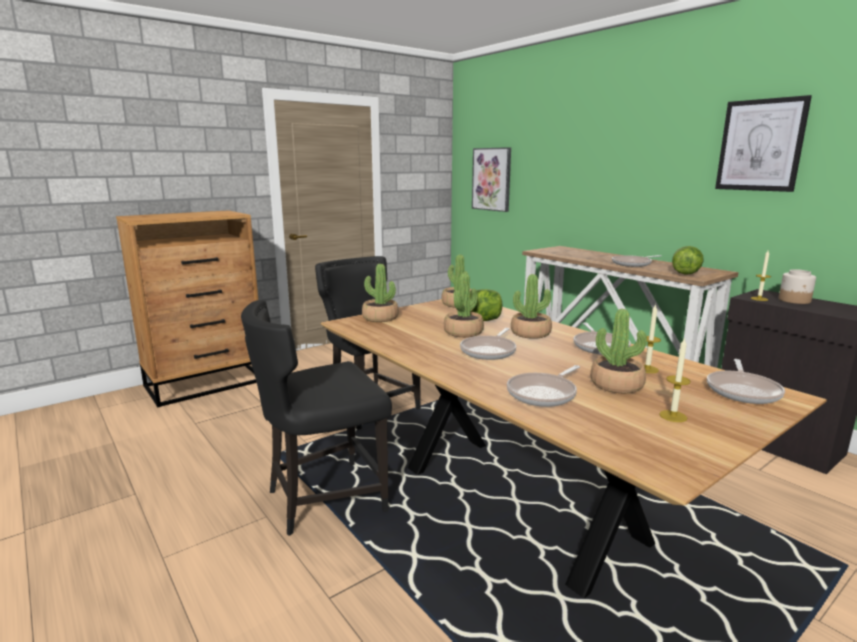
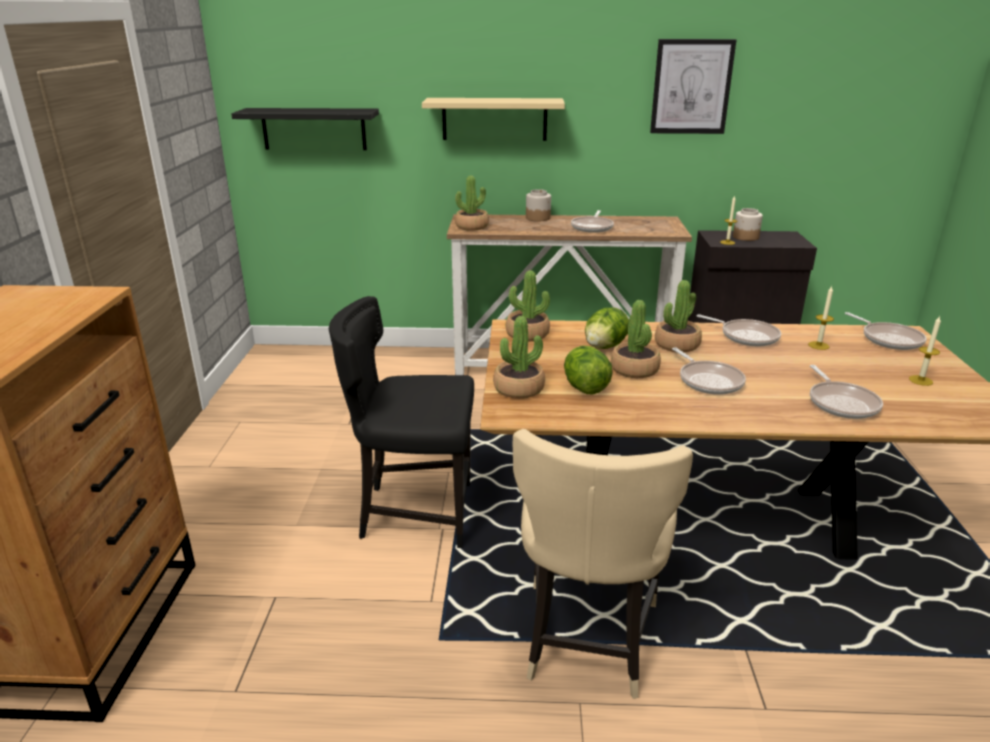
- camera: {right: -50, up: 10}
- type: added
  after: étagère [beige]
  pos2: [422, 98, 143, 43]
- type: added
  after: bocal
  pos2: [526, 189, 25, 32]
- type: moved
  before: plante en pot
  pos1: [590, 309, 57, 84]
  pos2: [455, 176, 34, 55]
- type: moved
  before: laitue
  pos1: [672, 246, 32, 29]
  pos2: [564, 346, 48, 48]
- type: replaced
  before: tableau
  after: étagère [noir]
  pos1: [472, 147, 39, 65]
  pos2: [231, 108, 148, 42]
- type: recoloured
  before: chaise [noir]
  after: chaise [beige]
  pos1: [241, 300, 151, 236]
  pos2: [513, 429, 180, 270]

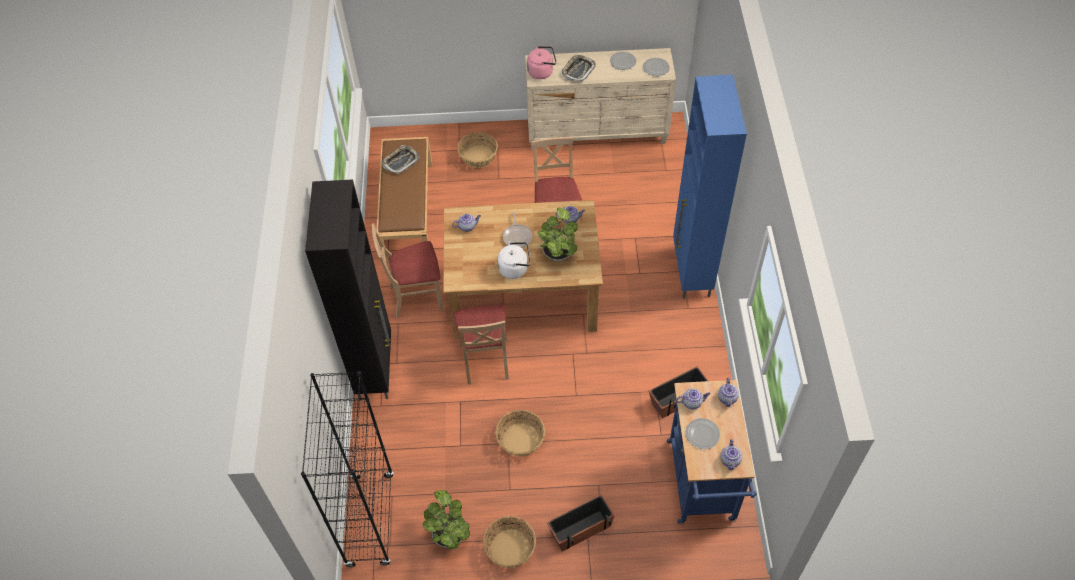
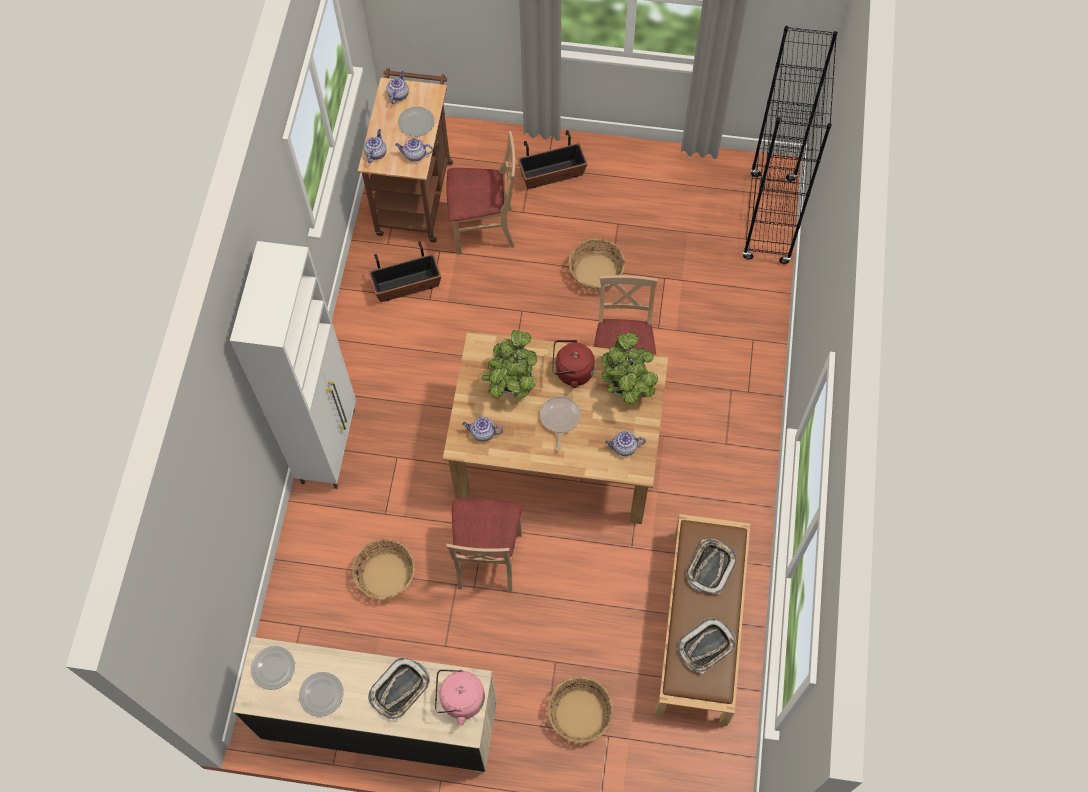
- camera: {right: -170, up: 10}
- type: removed
  before: meuble de rangement [noir]
  pos1: [305, 179, 86, 222]
- type: added
  after: plateau
  pos2: [686, 539, 51, 55]
- type: moved
  before: chaise [beige]
  pos1: [372, 223, 72, 95]
  pos2: [446, 131, 69, 124]
- type: moved
  before: plante en pot
  pos1: [423, 490, 47, 59]
  pos2: [602, 333, 56, 71]
- type: moved
  before: panier
  pos1: [483, 516, 53, 52]
  pos2: [352, 539, 63, 61]
- type: recoloured
  before: bouilloire [blanc]
  after: bouilloire [rouge]
  pos1: [497, 241, 34, 38]
  pos2: [552, 340, 43, 48]
- type: recoloured
  before: chariot [bleu]
  after: chariot [marron]
  pos1: [667, 380, 90, 145]
  pos2: [358, 68, 95, 175]
- type: recoloured
  before: meuble de rangement [bleu]
  after: meuble de rangement [blanc]
  pos1: [673, 75, 74, 224]
  pos2: [230, 241, 126, 248]

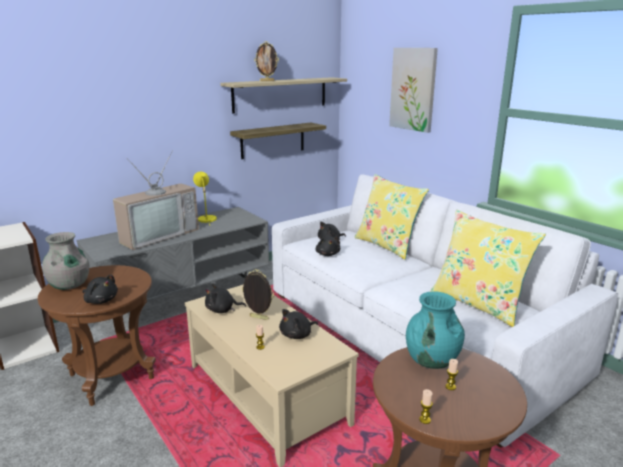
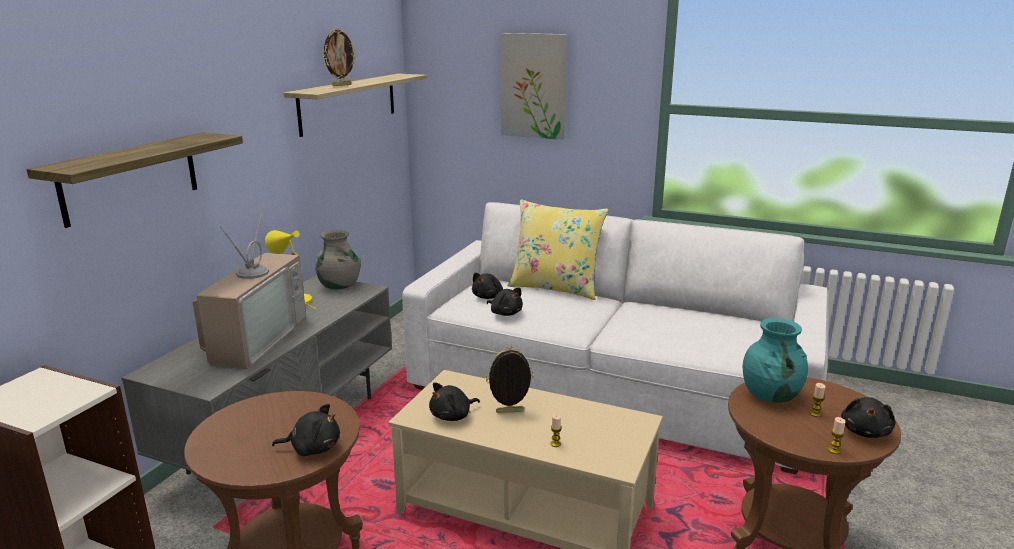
- camera: {right: -30, up: 0}
- type: removed
  before: coussin [jaune]
  pos1: [430, 210, 116, 117]
- type: moved
  before: vase [gris]
  pos1: [42, 232, 48, 58]
  pos2: [315, 230, 46, 60]
- type: moved
  before: étagère
  pos1: [230, 123, 96, 36]
  pos2: [27, 132, 216, 96]
- type: moved
  before: peluche [noir]
  pos1: [279, 309, 39, 30]
  pos2: [841, 397, 54, 41]

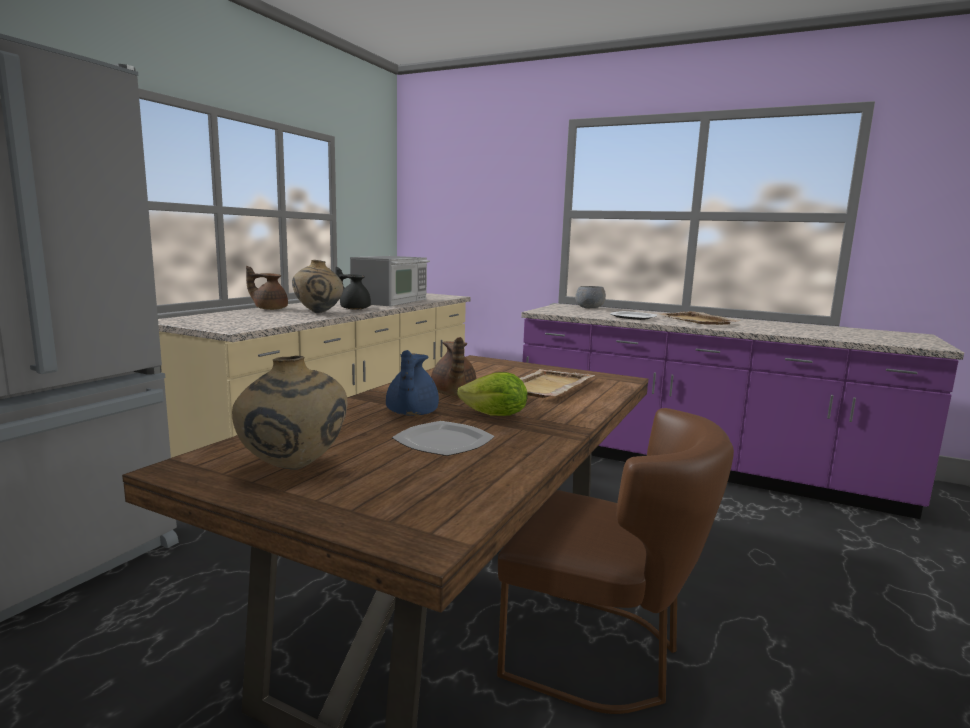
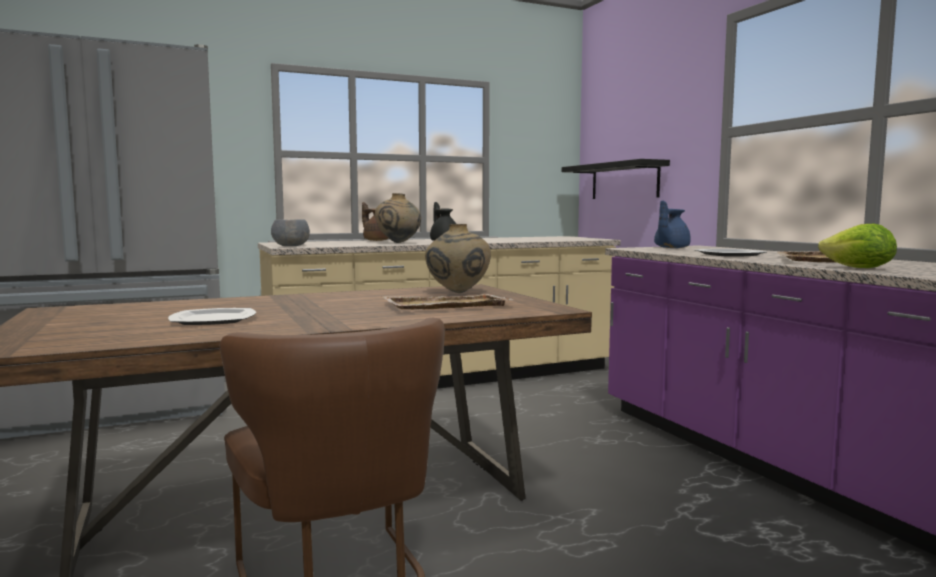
- camera: {right: 40, up: -5}
- type: removed
  before: micro-ondes
  pos1: [350, 256, 80, 50]
- type: removed
  before: théière [marron]
  pos1: [431, 337, 45, 58]
- type: added
  after: étagère [noir]
  pos2: [562, 159, 108, 40]
- type: moved
  before: vase [beige]
  pos1: [232, 356, 116, 114]
  pos2: [425, 224, 66, 69]
- type: moved
  before: théière [bleu]
  pos1: [386, 350, 53, 66]
  pos2: [654, 200, 37, 48]
- type: moved
  before: laitue
  pos1: [457, 372, 71, 44]
  pos2: [818, 224, 79, 44]
- type: moved
  before: bol [gris]
  pos1: [575, 286, 31, 22]
  pos2: [271, 219, 39, 27]

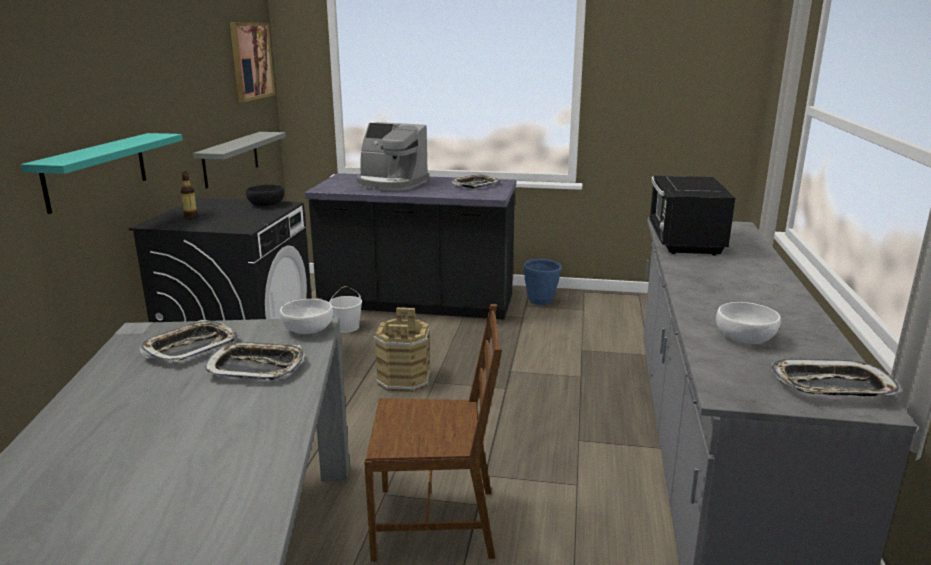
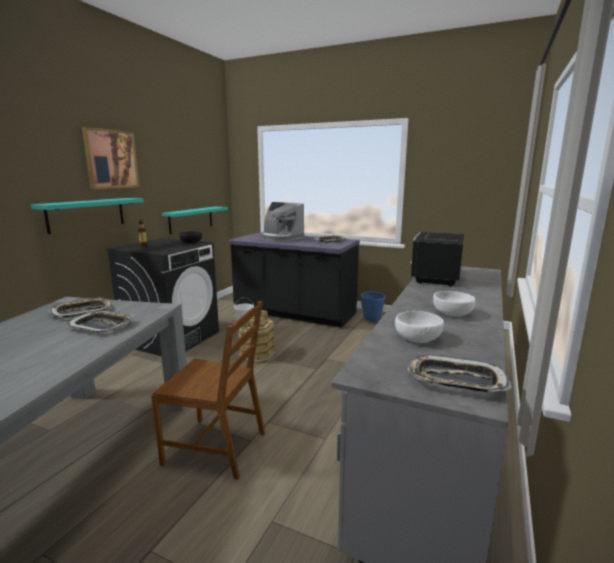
- camera: {right: 15, up: -5}
- type: moved
  before: tableau
  pos1: [230, 22, 45, 80]
  pos2: [82, 127, 58, 62]
- type: moved
  before: bol [blanc]
  pos1: [280, 299, 53, 35]
  pos2: [433, 291, 42, 25]
- type: recoloured
  before: étagère [gris]
  after: étagère [turquoise]
  pos1: [193, 132, 93, 57]
  pos2: [162, 207, 66, 27]

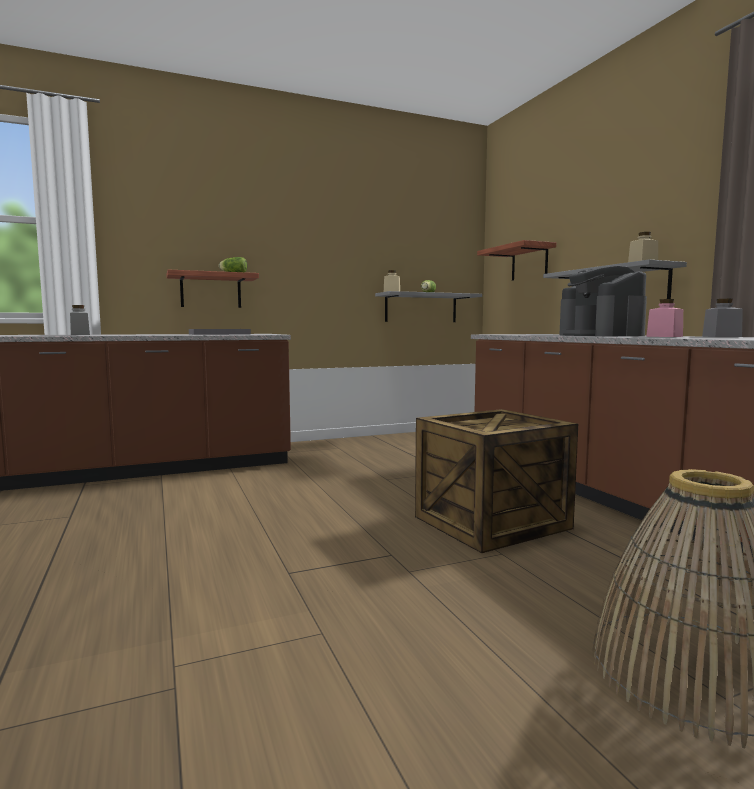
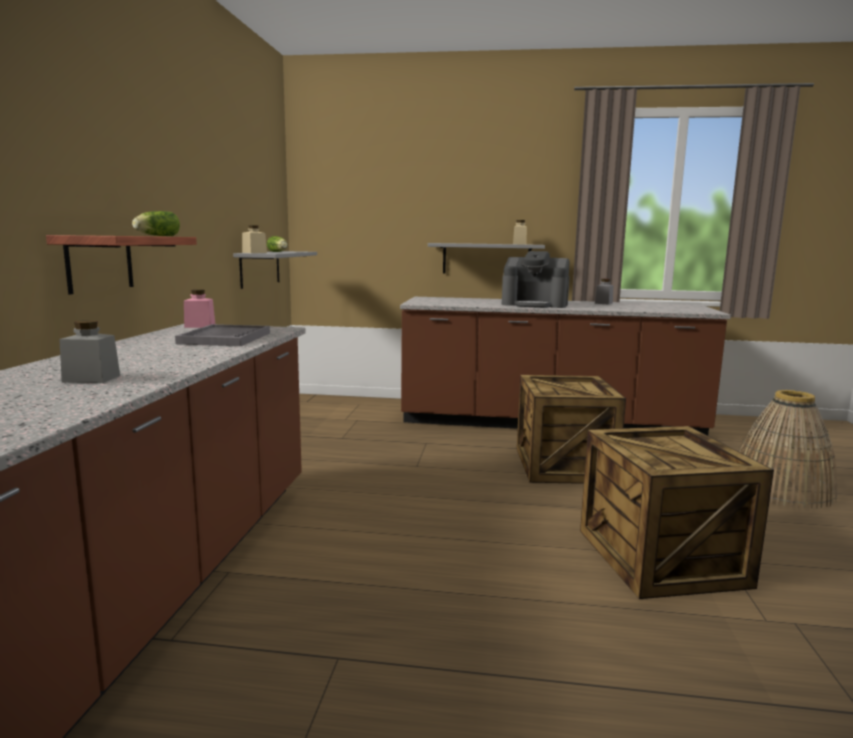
- camera: {right: -60, up: 5}
- type: removed
  before: étagère
  pos1: [477, 240, 79, 41]
- type: added
  after: caisse
  pos2: [580, 426, 194, 173]
- type: moved
  before: bocal [rose]
  pos1: [646, 299, 37, 38]
  pos2: [184, 290, 31, 38]

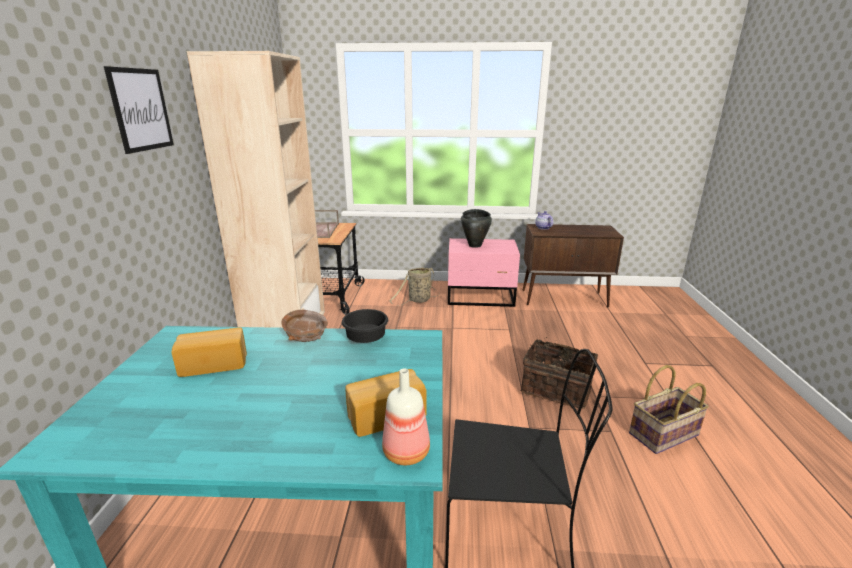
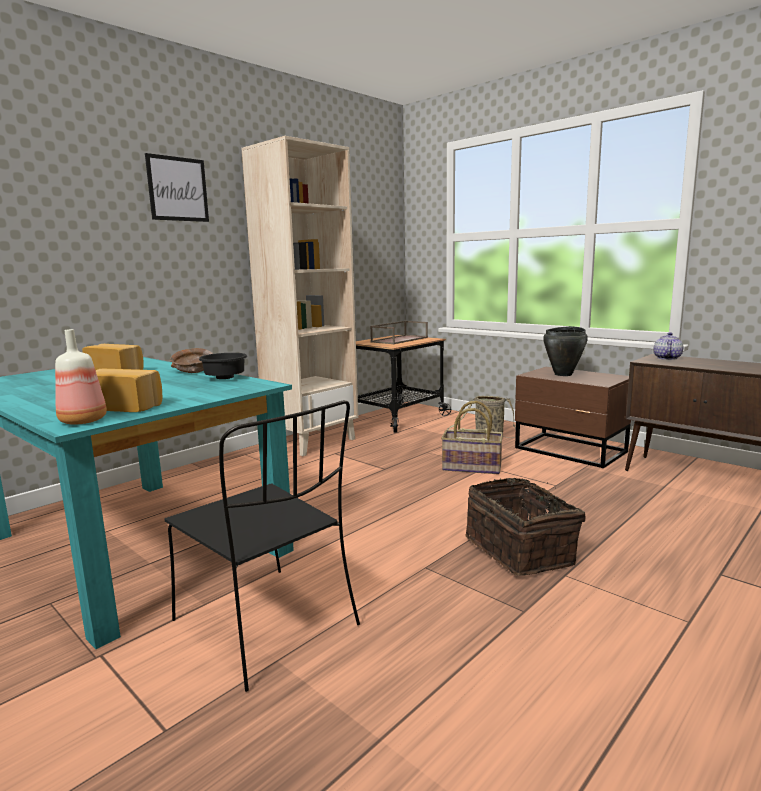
- camera: {right: 40, up: -10}
- type: moved
  before: panier
  pos1: [629, 365, 80, 89]
  pos2: [441, 401, 62, 73]
- type: recoloured
  before: table de chevet [rose]
  after: table de chevet [marron]
  pos1: [448, 238, 72, 69]
  pos2: [515, 367, 116, 101]

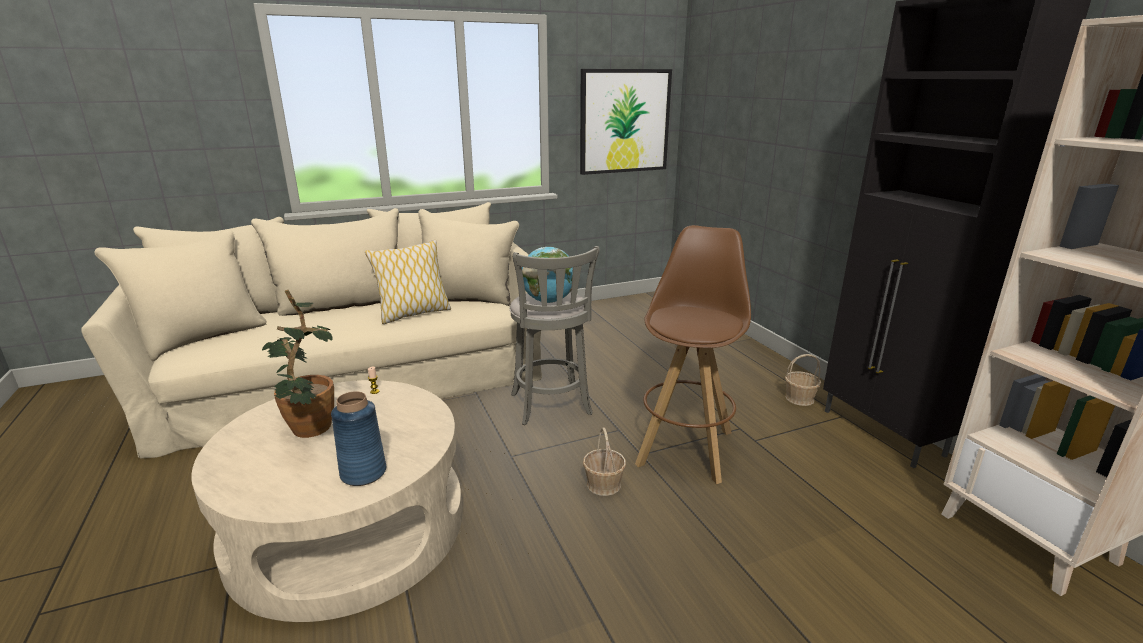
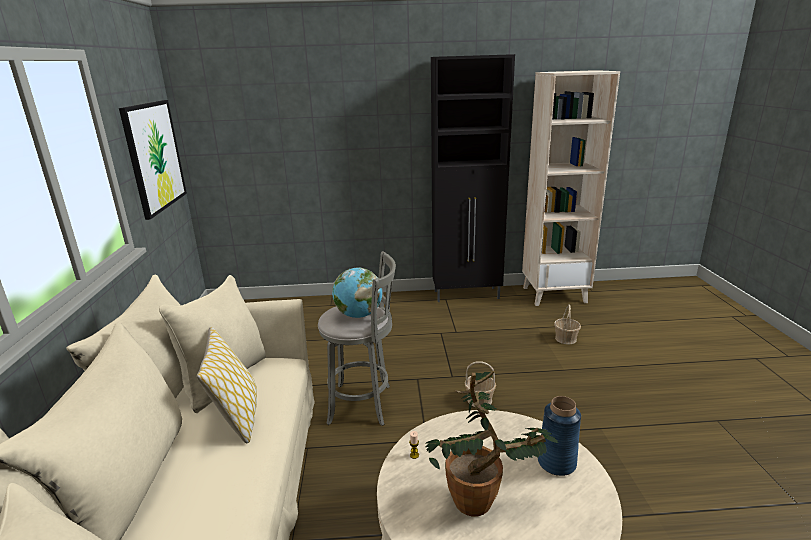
- camera: {right: -70, up: 0}
- type: removed
  before: tabouret [marron]
  pos1: [635, 225, 116, 259]
- type: moved
  before: panier
  pos1: [785, 354, 36, 52]
  pos2: [554, 304, 27, 40]

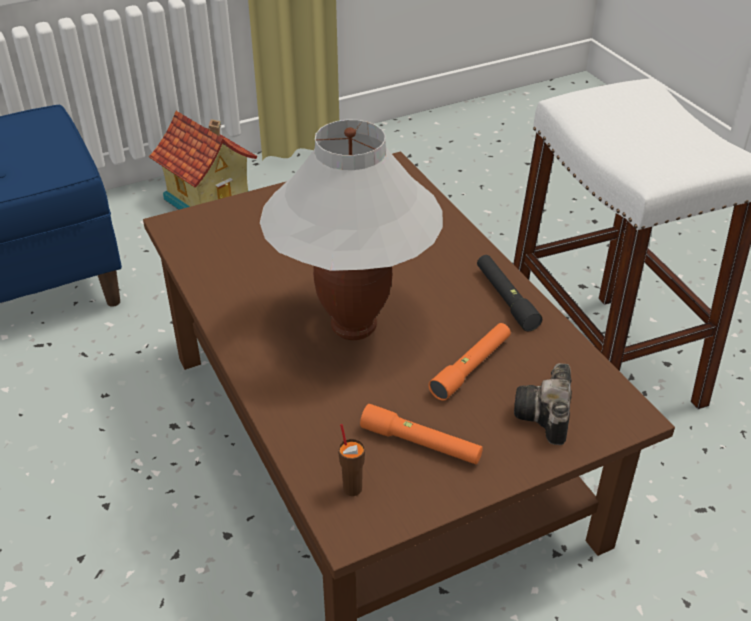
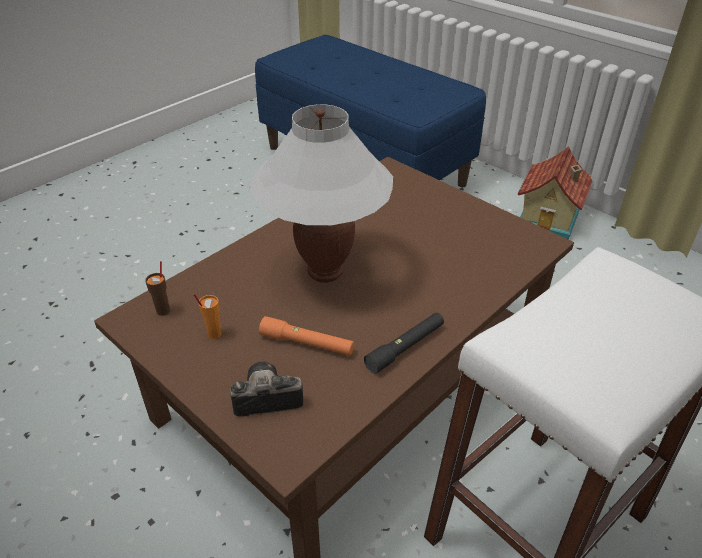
- camera: {right: 70, up: 0}
- type: replaced
  before: lampe de poche [orange]
  after: tasse [orange]
  pos1: [360, 404, 123, 60]
  pos2: [193, 294, 29, 45]

